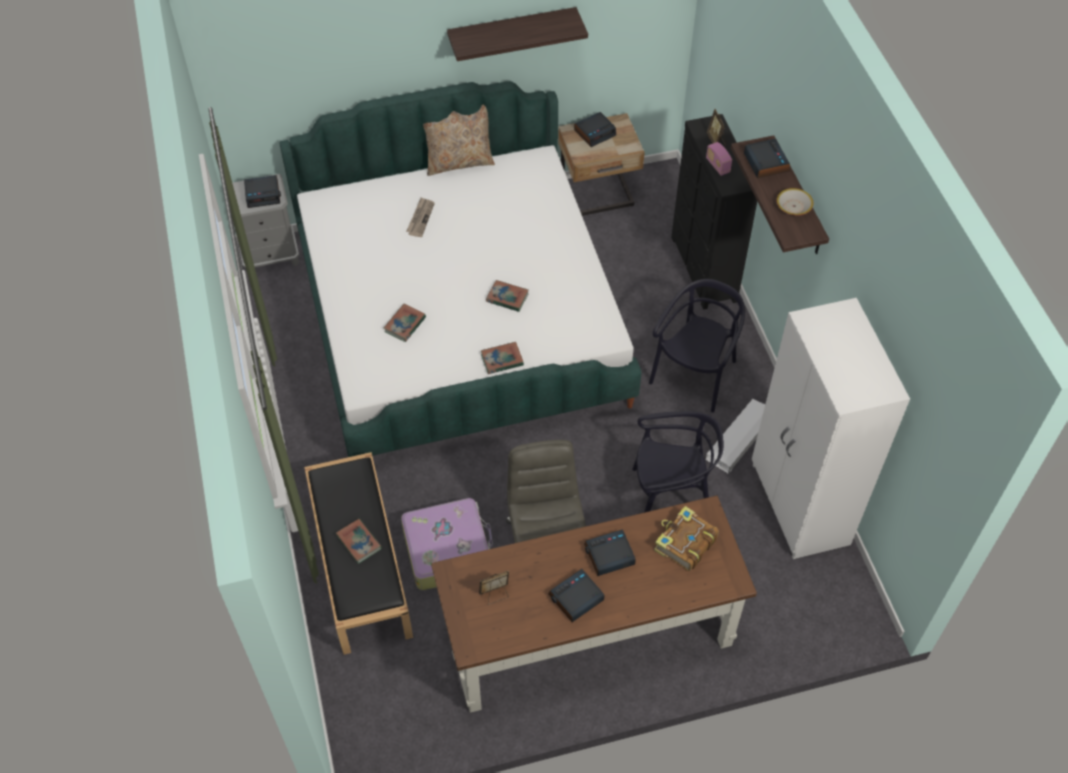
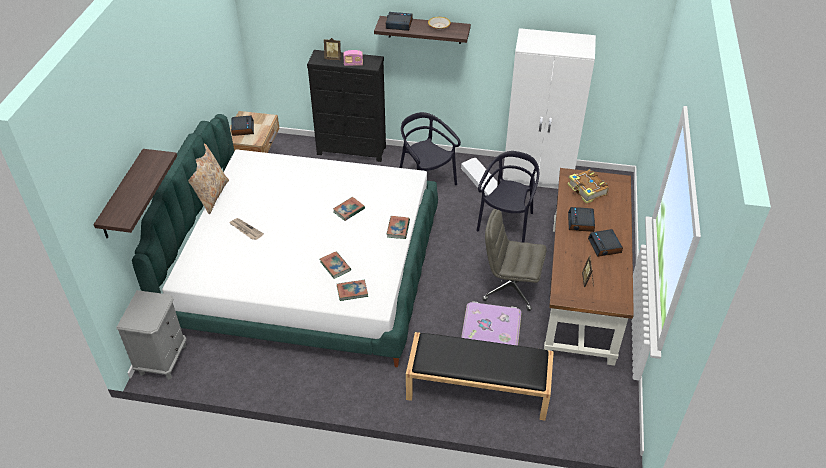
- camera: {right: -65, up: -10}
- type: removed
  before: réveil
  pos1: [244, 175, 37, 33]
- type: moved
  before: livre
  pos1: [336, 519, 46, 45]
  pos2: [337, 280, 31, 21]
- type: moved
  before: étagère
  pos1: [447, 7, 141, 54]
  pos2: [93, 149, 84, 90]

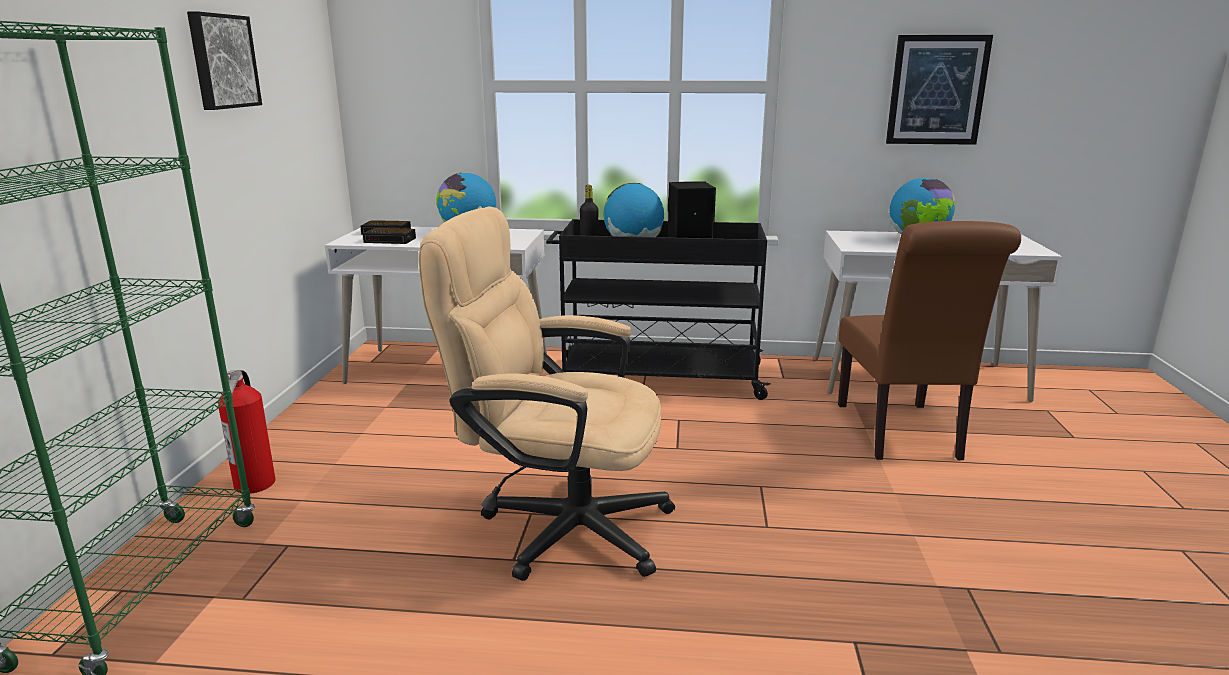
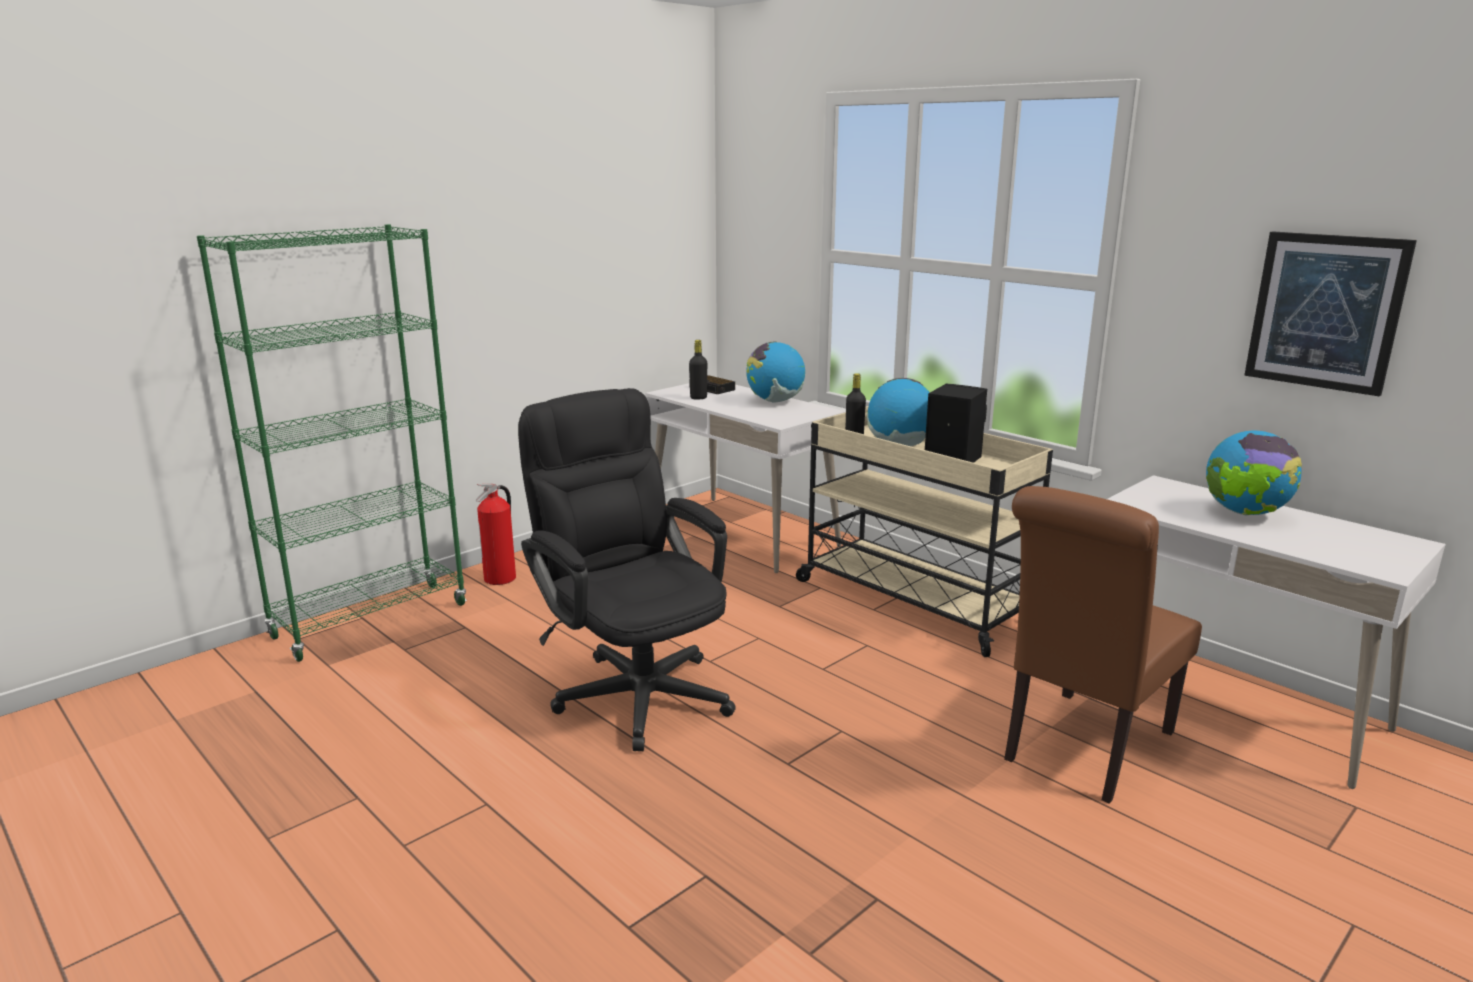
- camera: {right: 40, up: 0}
- type: removed
  before: tableau
  pos1: [187, 11, 75, 99]
- type: replaced
  before: réveil
  after: bouteille [noir]
  pos1: [363, 228, 53, 16]
  pos2: [689, 340, 18, 60]
- type: recoloured
  before: chaise de bureau [beige]
  after: chaise de bureau [noir]
  pos1: [418, 207, 257, 374]
  pos2: [518, 388, 218, 363]
- type: recoloured
  before: chariot [noir]
  after: chariot [beige]
  pos1: [546, 219, 225, 181]
  pos2: [796, 406, 257, 251]

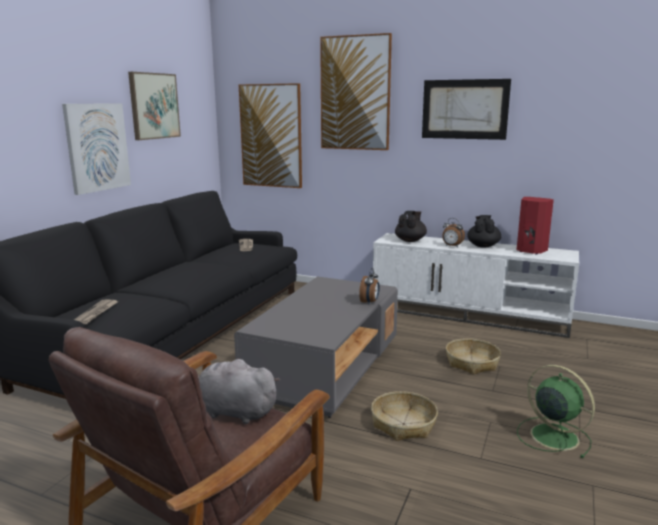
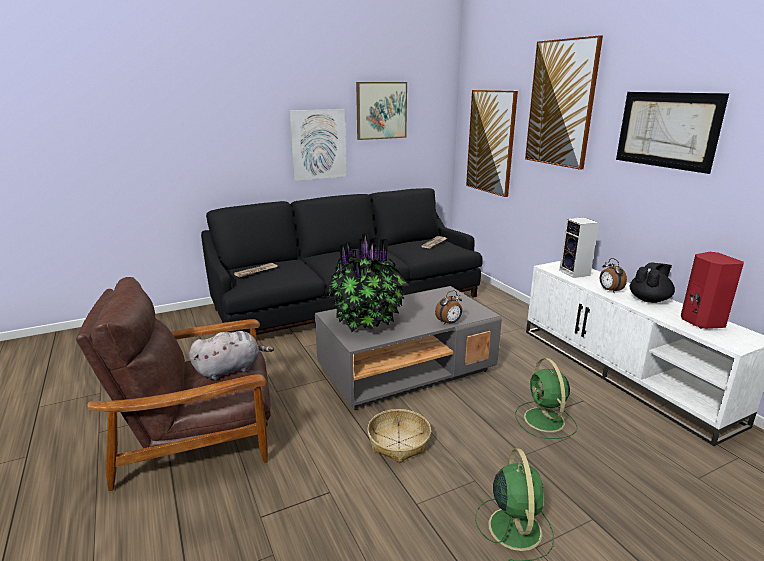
- camera: {right: 40, up: 5}
- type: added
  after: plante en pot
  pos2: [326, 233, 84, 99]
- type: replaced
  before: théière [noir]
  after: enceinte
  pos1: [395, 211, 32, 31]
  pos2: [559, 217, 40, 61]
- type: replaced
  before: panier
  after: ventilateur [vert]
  pos1: [446, 338, 55, 36]
  pos2: [515, 358, 62, 81]
- type: turned
  before: peluche [gris]
  pos1: [198, 358, 82, 66]
  pos2: [189, 331, 85, 49]
  turn: 90

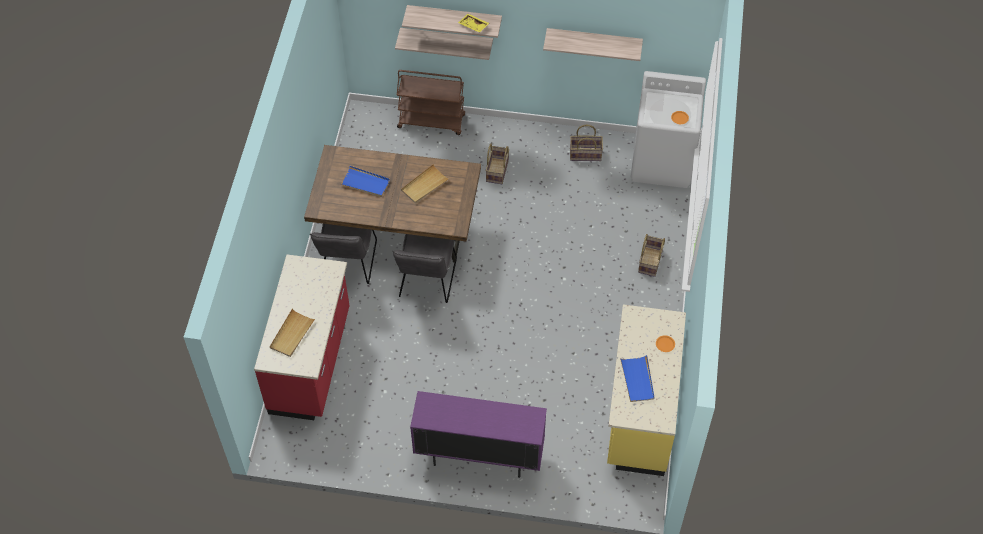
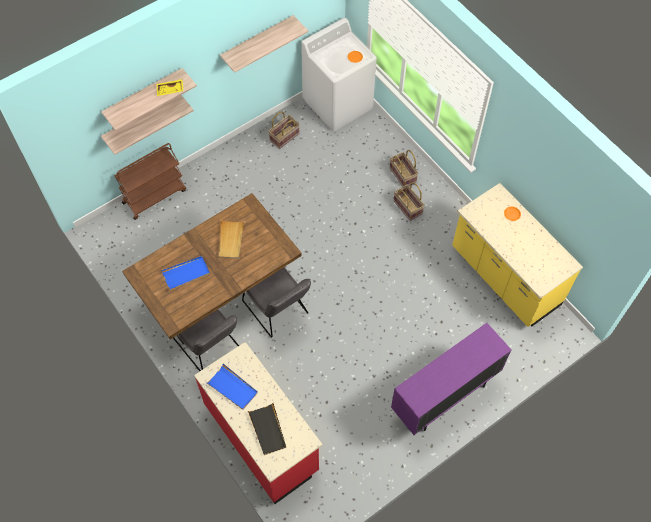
- camera: {right: -45, up: 5}
- type: moved
  before: panier
  pos1: [485, 144, 24, 40]
  pos2: [394, 182, 31, 39]
- type: moved
  before: plateau [bleu]
  pos1: [620, 355, 34, 47]
  pos2: [207, 364, 51, 46]
- type: recoloured
  before: plateau [beige]
  after: plateau [noir]
  pos1: [270, 309, 46, 48]
  pos2: [248, 403, 38, 52]

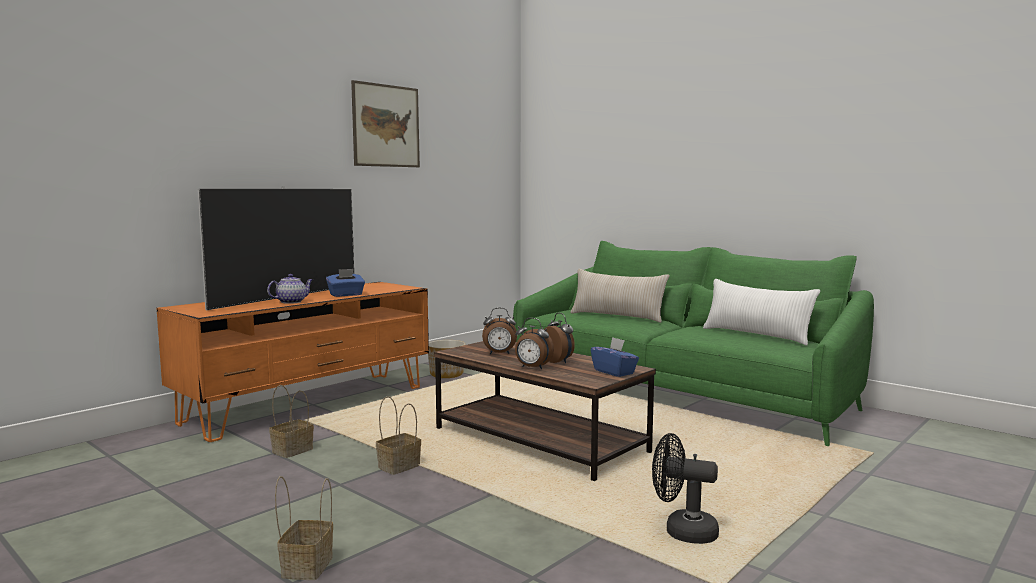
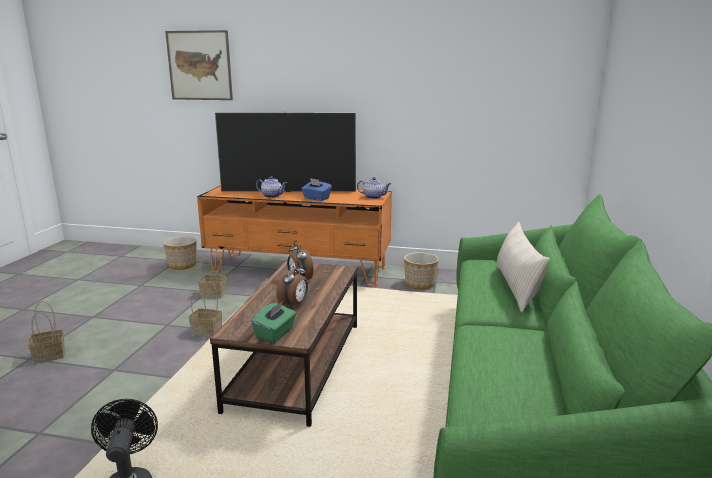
- camera: {right: 60, up: 10}
- type: removed
  before: réveil
  pos1: [515, 318, 39, 51]
- type: removed
  before: coussin [blanc]
  pos1: [703, 279, 117, 67]
- type: added
  after: cache-pot
  pos2: [163, 236, 34, 34]
- type: added
  after: théière
  pos2: [357, 177, 34, 22]
- type: moved
  before: tableau
  pos1: [351, 80, 69, 87]
  pos2: [165, 30, 68, 70]
- type: recoloured
  before: boîte à mouchoirs [bleu]
  after: boîte à mouchoirs [vert]
  pos1: [591, 337, 48, 40]
  pos2: [251, 301, 45, 42]

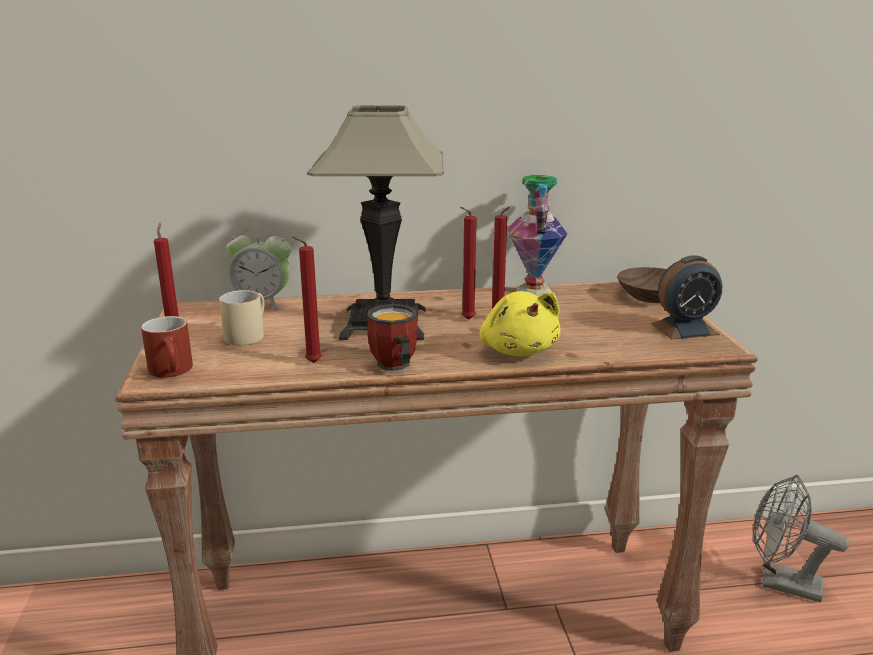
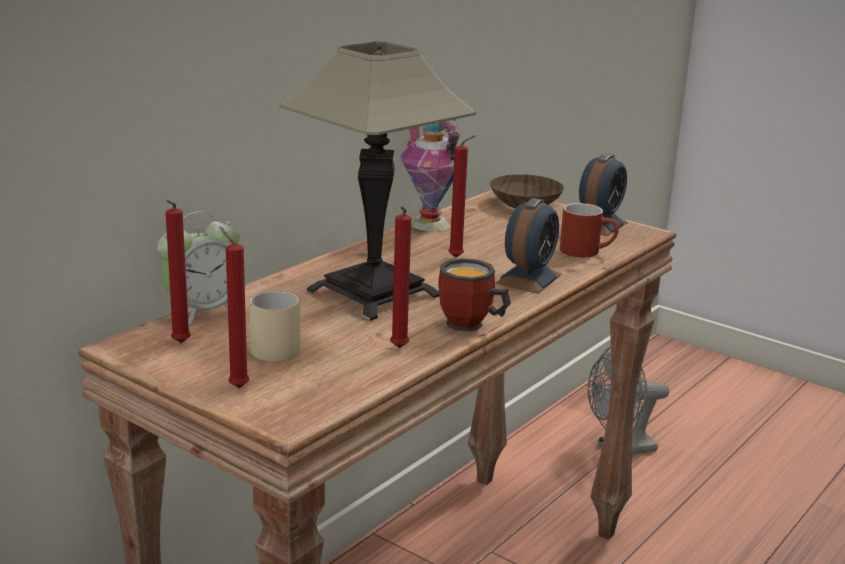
- camera: {right: -45, up: 0}
- type: moved
  before: mug [rouge]
  pos1: [141, 316, 52, 62]
  pos2: [560, 203, 59, 54]
- type: moved
  before: bougie [rouge]
  pos1: [460, 207, 17, 113]
  pos2: [166, 200, 25, 143]
- type: replaced
  before: peluche [jaune]
  after: réveil
  pos1: [480, 291, 80, 65]
  pos2: [496, 198, 65, 96]

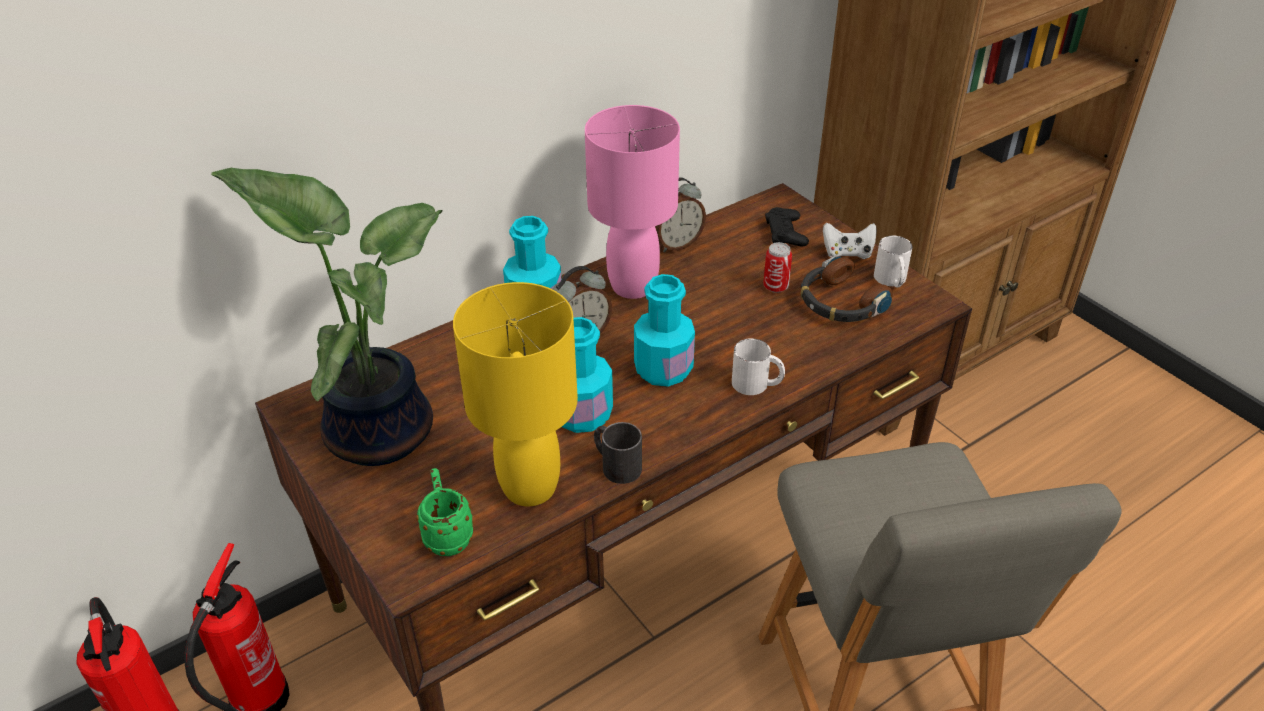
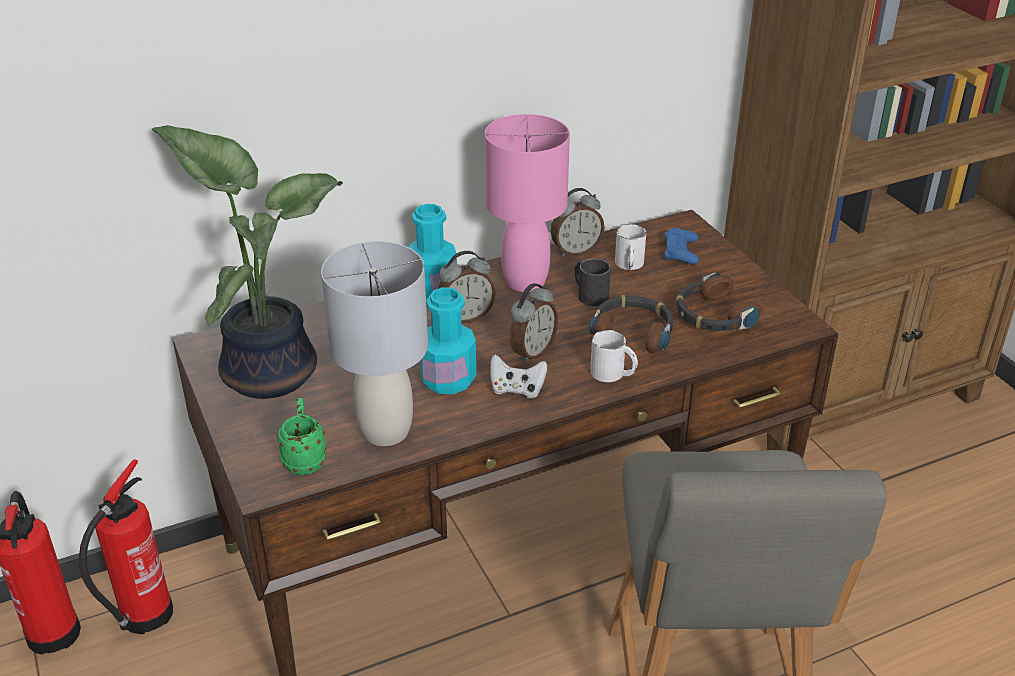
- camera: {right: 10, up: -5}
- type: removed
  before: boîte métallique
  pos1: [763, 242, 29, 51]
- type: added
  after: casque audio
  pos2: [589, 295, 84, 58]
- type: moved
  before: mug [noir]
  pos1: [594, 422, 48, 62]
  pos2: [574, 259, 37, 47]
- type: moved
  before: manette [blanc]
  pos1: [823, 223, 54, 36]
  pos2: [490, 355, 57, 44]
- type: moved
  before: mug [blanc]
  pos1: [874, 235, 38, 53]
  pos2: [615, 224, 31, 46]
- type: replaced
  before: bouteille [turquoise]
  after: réveil
  pos1: [634, 274, 61, 113]
  pos2: [510, 283, 48, 80]
- type: recoloured
  before: lampe de table [jaune]
  after: lampe de table [gris]
  pos1: [453, 282, 125, 224]
  pos2: [321, 241, 107, 205]
- type: recoloured
  before: manette [noir]
  after: manette [bleu]
  pos1: [765, 207, 44, 39]
  pos2: [664, 228, 35, 37]

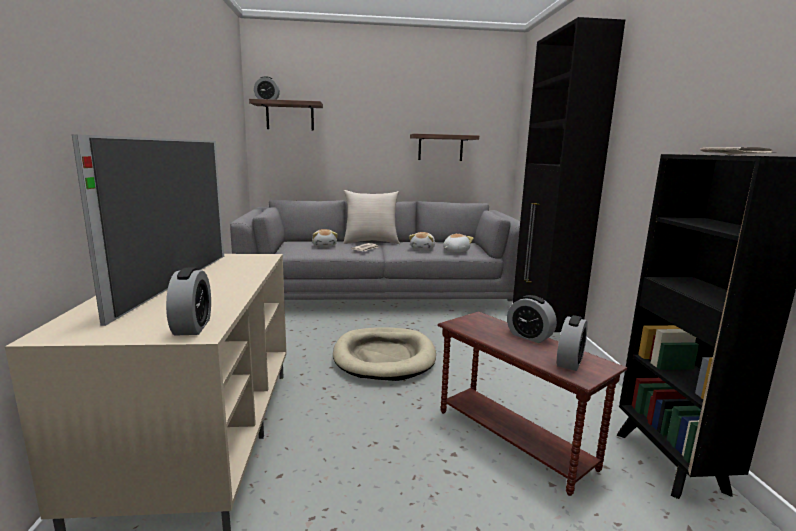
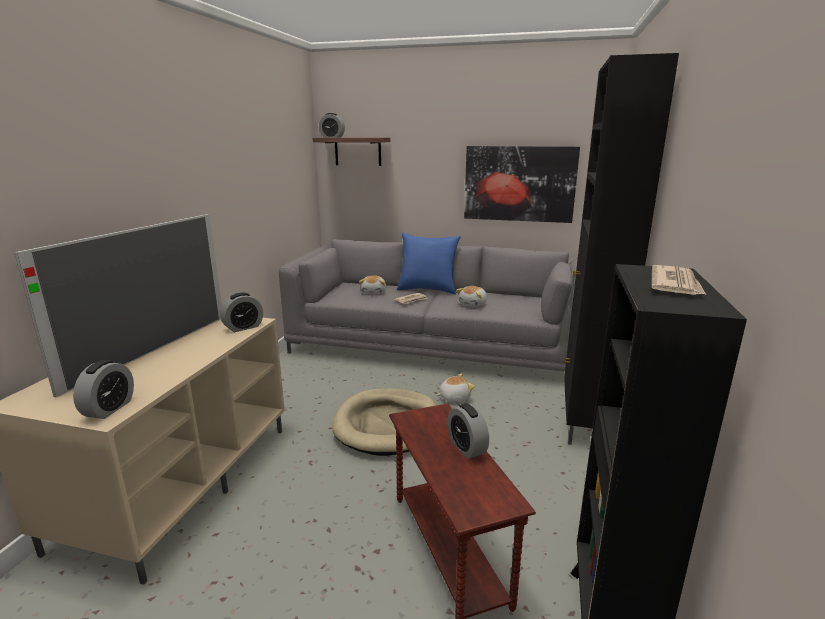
- camera: {right: 20, up: 5}
- type: moved
  before: peluche
  pos1: [443, 234, 31, 18]
  pos2: [437, 374, 38, 28]
- type: moved
  before: réveil
  pos1: [557, 315, 31, 56]
  pos2: [220, 293, 43, 39]
- type: replaced
  before: étagère
  after: tableau
  pos1: [410, 134, 69, 27]
  pos2: [464, 146, 116, 77]
- type: recoloured
  before: coussin [beige]
  after: coussin [bleu]
  pos1: [343, 190, 57, 54]
  pos2: [397, 233, 64, 62]

